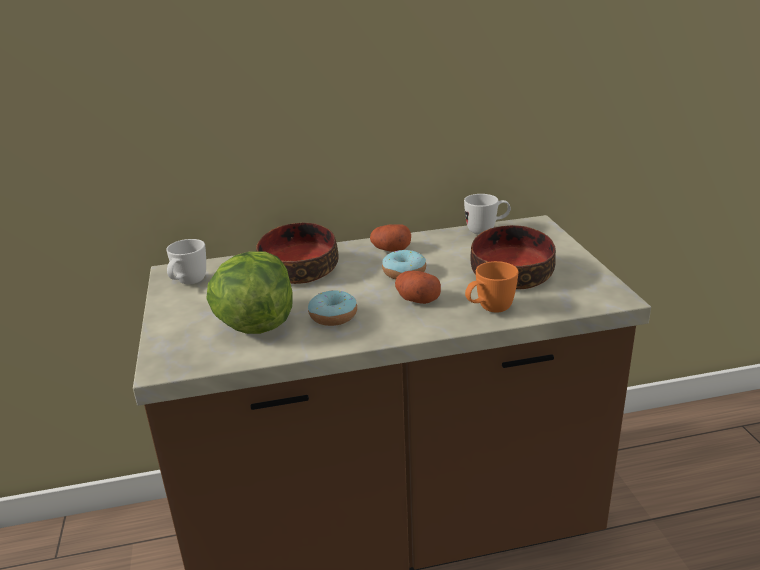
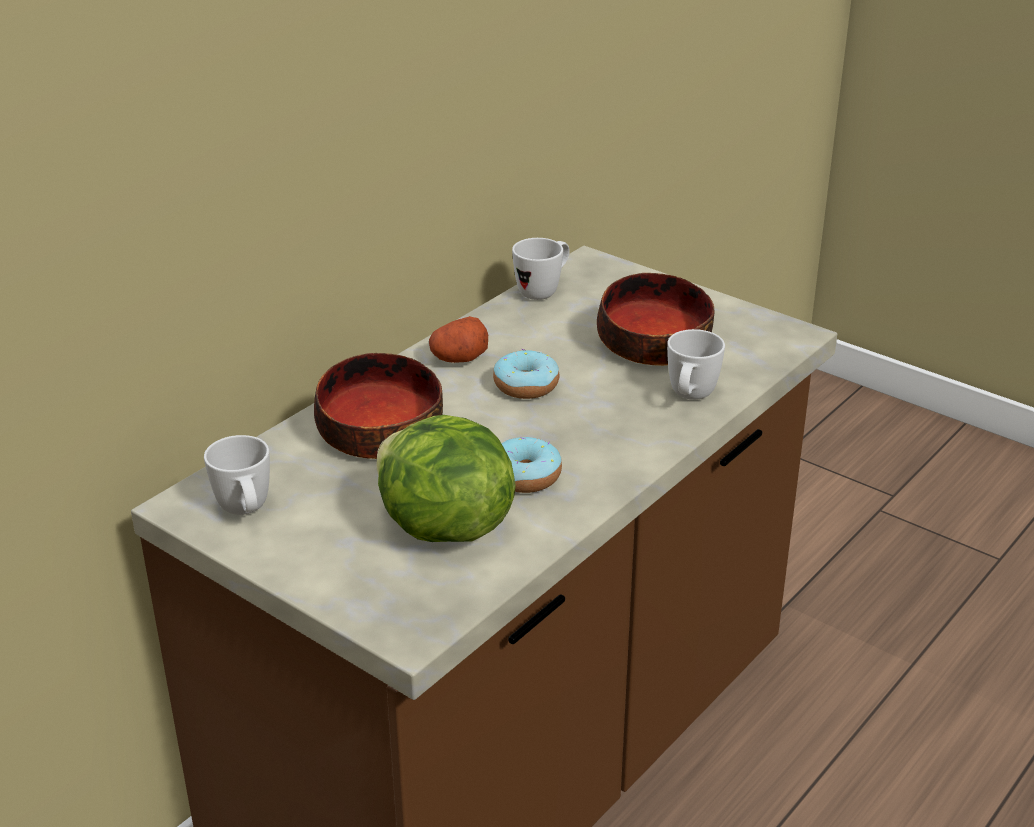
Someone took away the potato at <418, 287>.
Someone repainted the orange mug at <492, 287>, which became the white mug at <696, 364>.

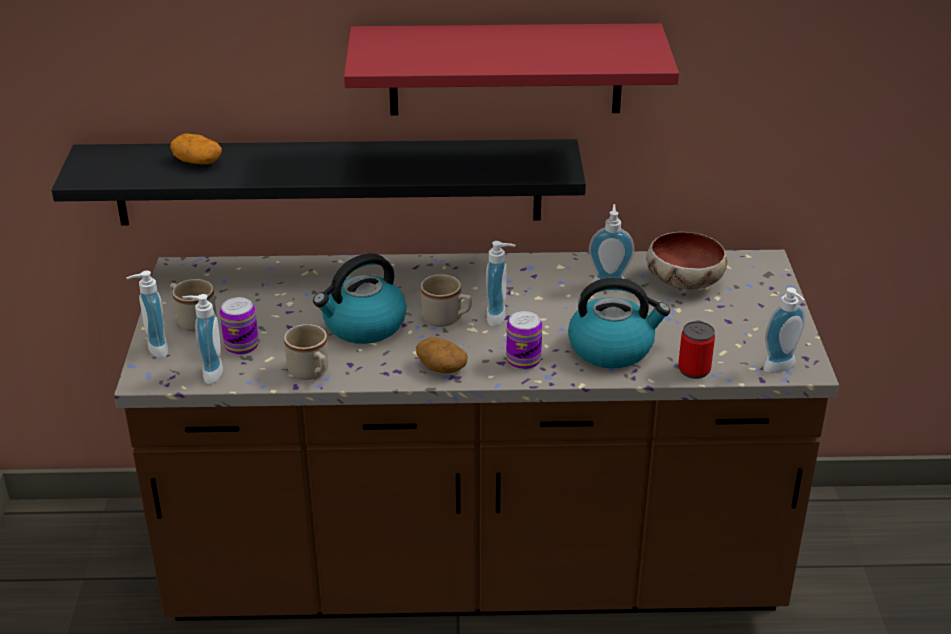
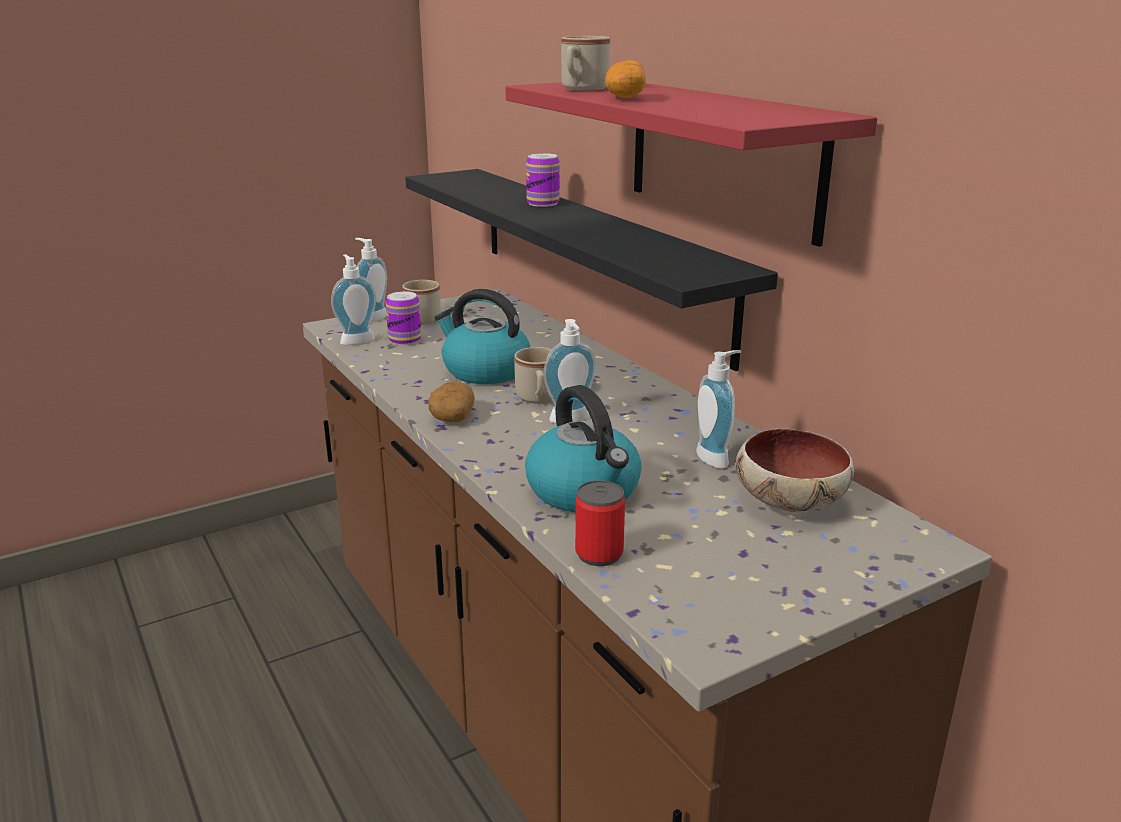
Someone took away the soap dispenser at <784, 330>.
Someone carried the potato from <196, 149> to <625, 79>.
Someone carried the beige mug from <306, 352> to <585, 63>.
Someone carried the can from <524, 340> to <543, 180>.

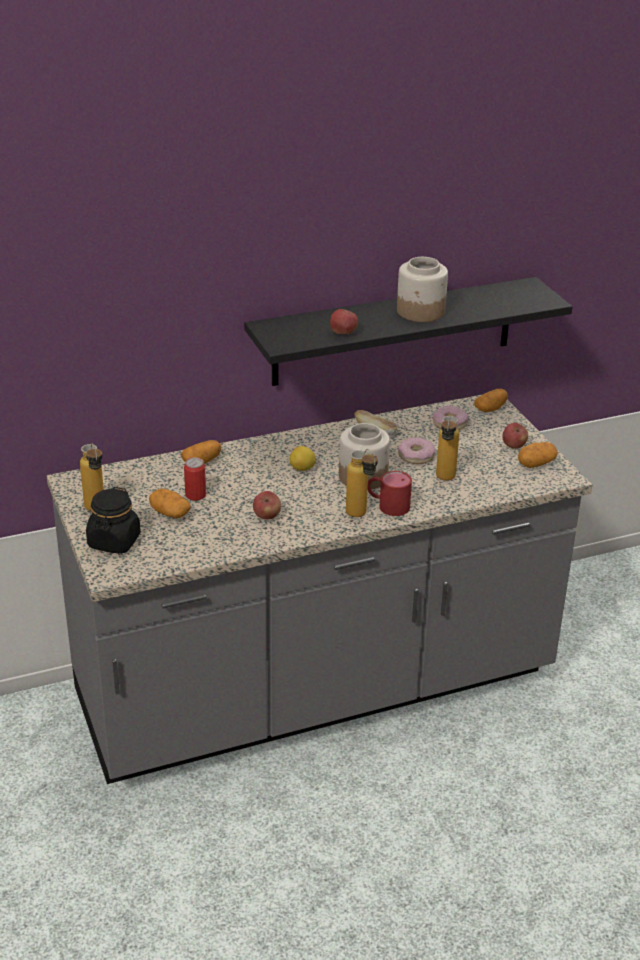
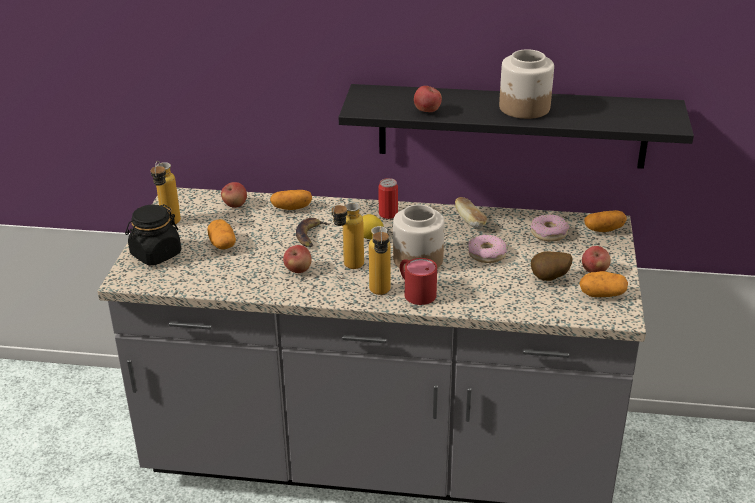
Someone put down the apple at <234, 195>.
Someone put down the banana at <313, 232>.
Someone put down the potato at <552, 266>.
Someone carried the can from <195, 479> to <388, 198>.
Someone carried the bottle from <447, 448> to <348, 234>.

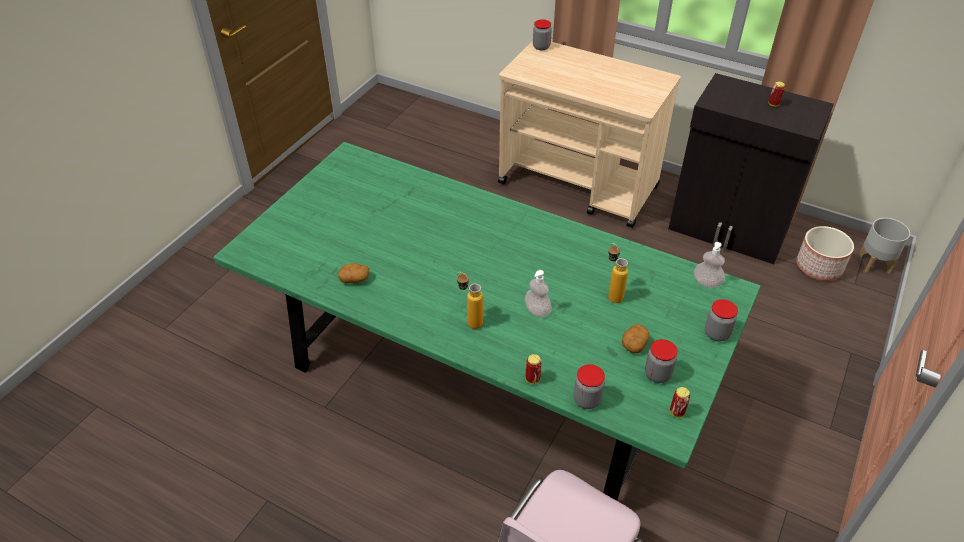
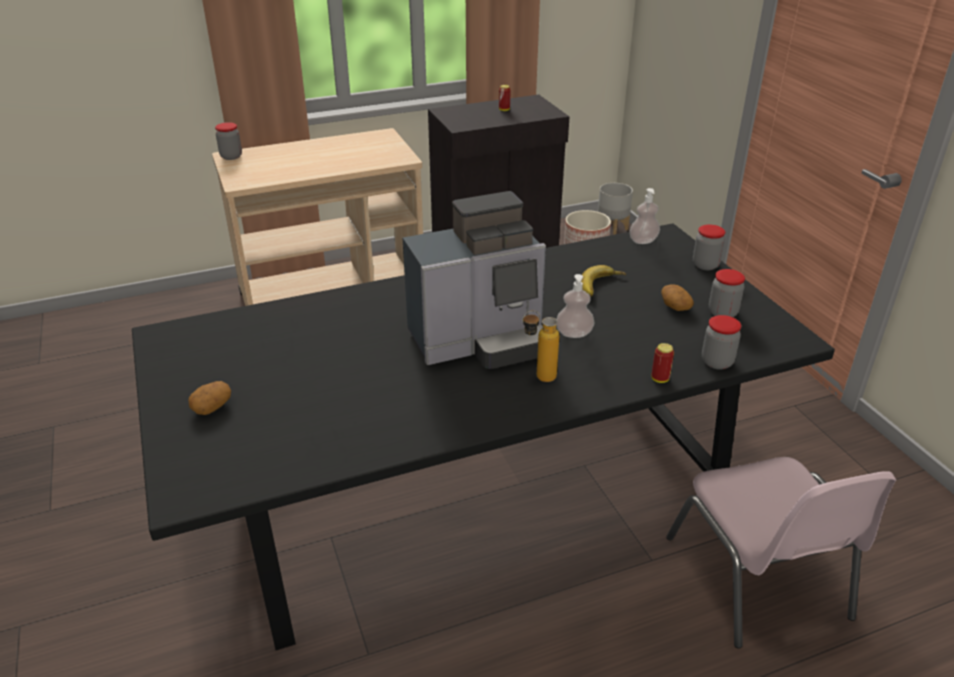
Someone took away the can at <680, 402>.
Someone put down the coffee machine at <474, 280>.
Someone carried the potato from <353, 273> to <209, 398>.
Someone swapped the bottle at <618, 273> for the banana at <603, 281>.
Someone repainted the green dining table at <487, 321>, which became the black dining table at <483, 436>.

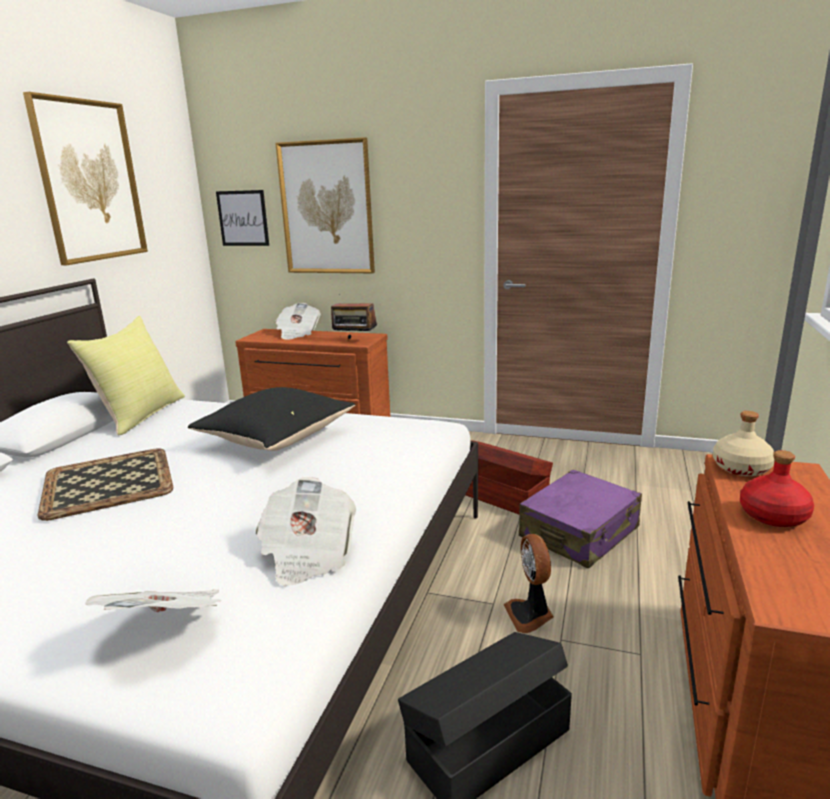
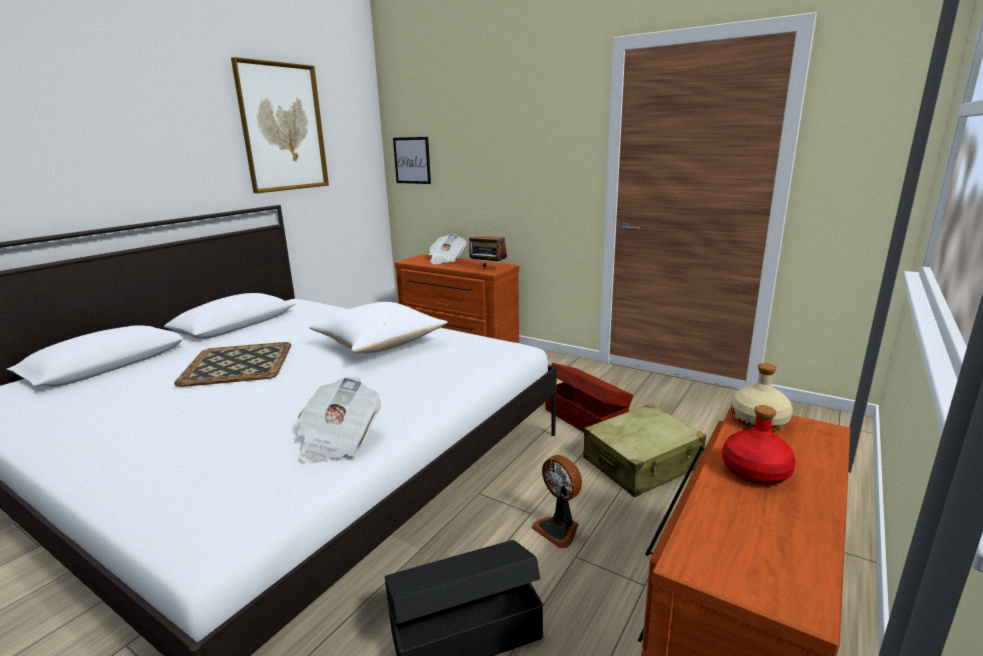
Someone took away the yellow pillow at <126, 375>.
Someone took away the newspaper at <153, 600>.
Someone took away the picture at <325, 205>.
Someone repainted the black pillow at <271, 419>, which became the white pillow at <378, 328>.
Someone repainted the purple suitcase at <580, 519>, which became the beige suitcase at <644, 450>.
Someone rotated the fan at <528, 583> by 45 degrees counterclockwise.

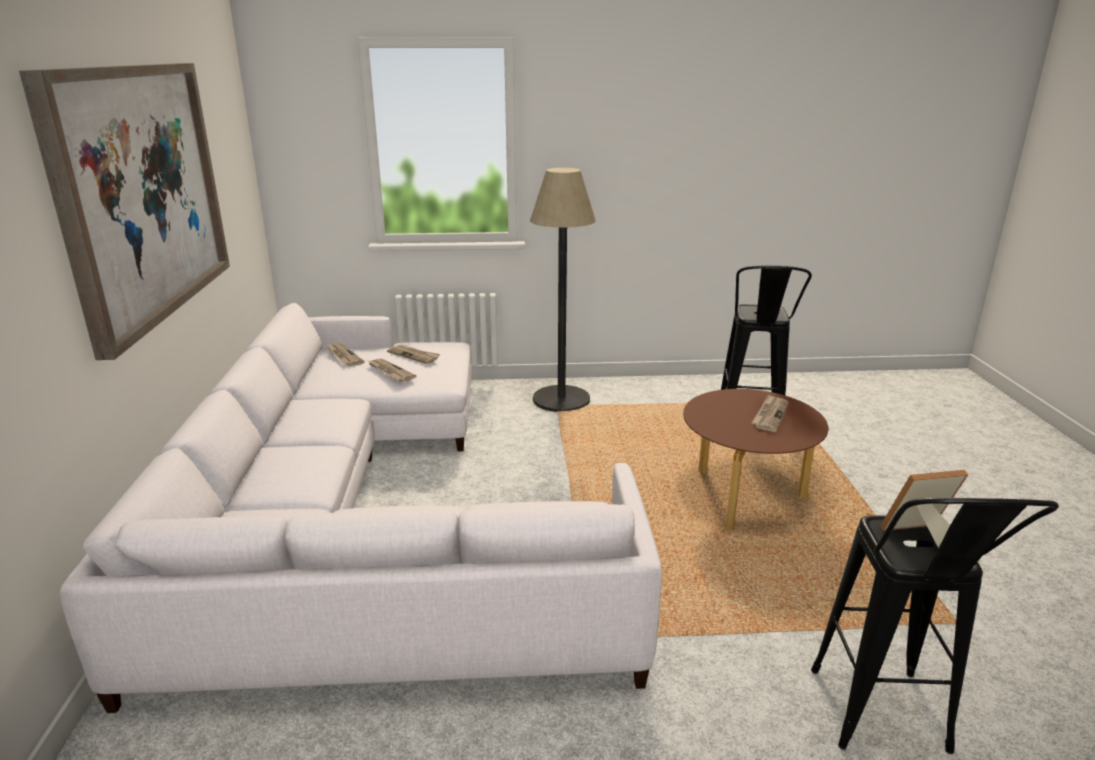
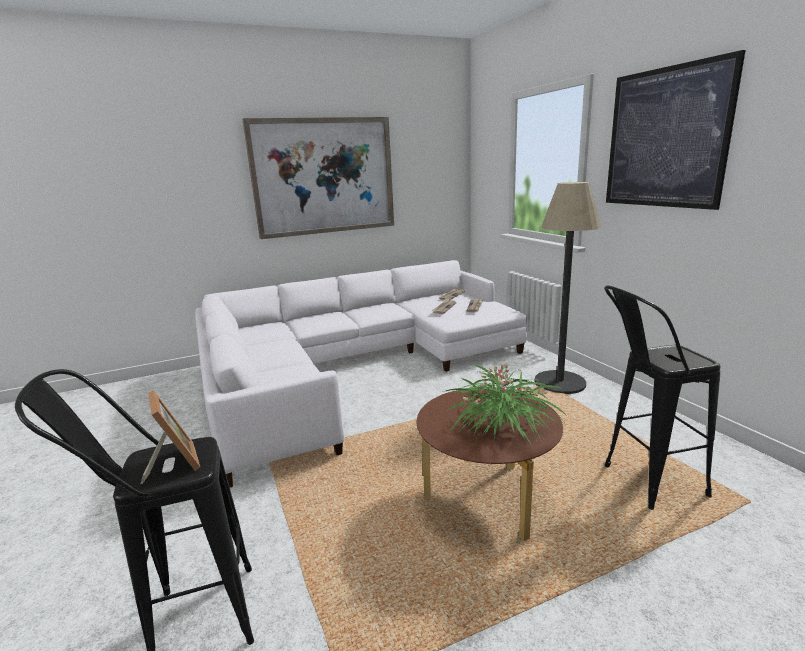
Someone put up the picture at <675, 130>.
Someone swapped the newspaper at <770, 413> for the potted plant at <504, 403>.

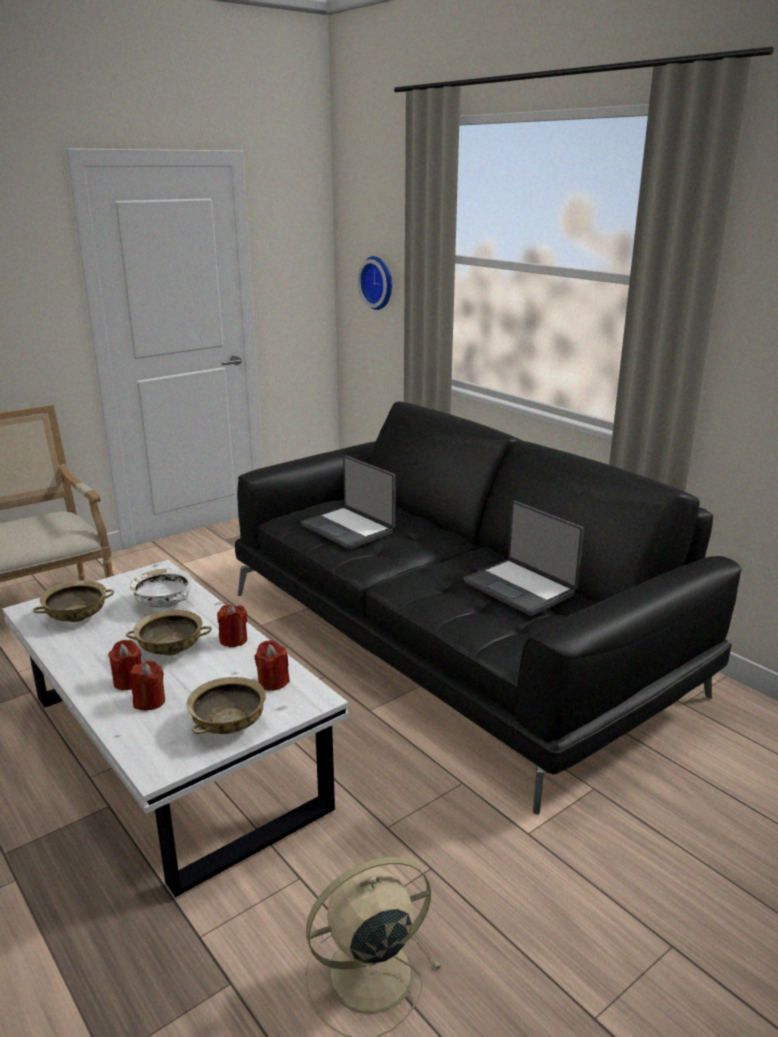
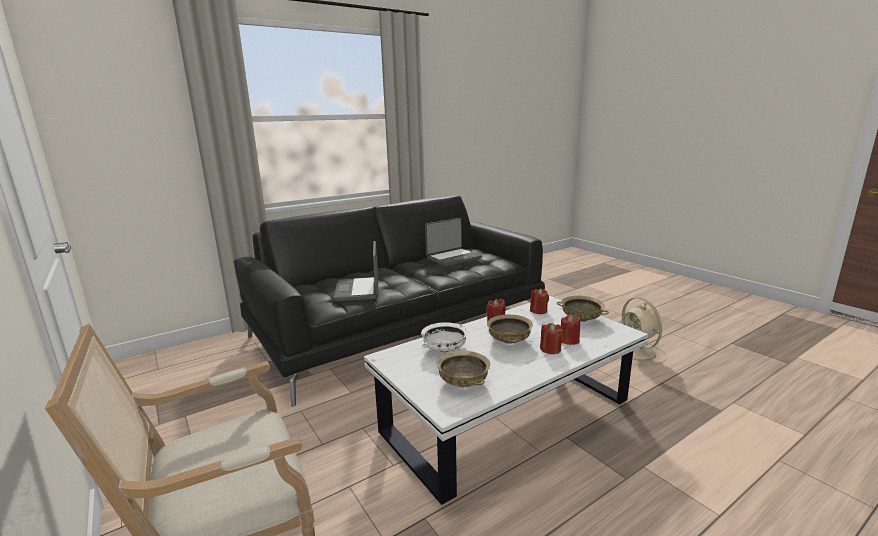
Someone took away the wall clock at <374, 283>.
Someone rotated the laptop at <348, 502> by 120 degrees clockwise.

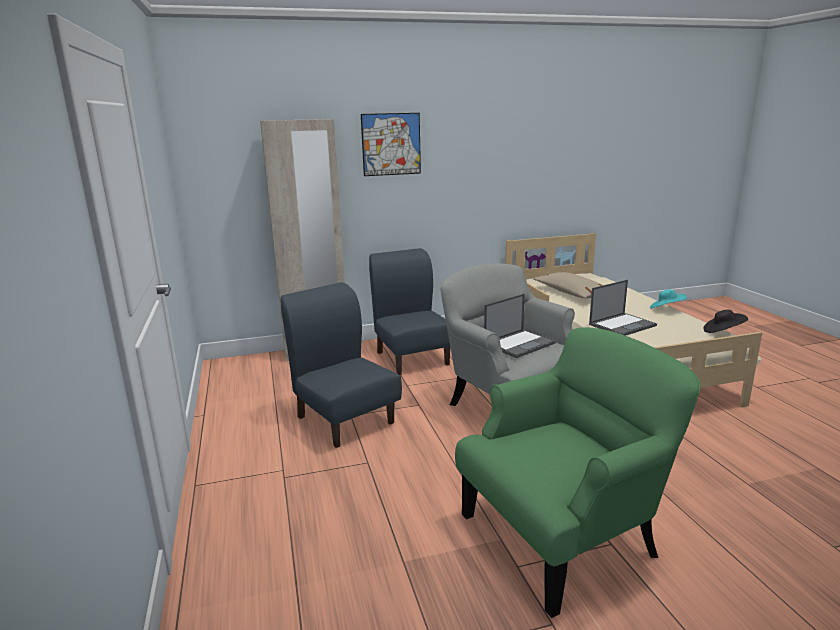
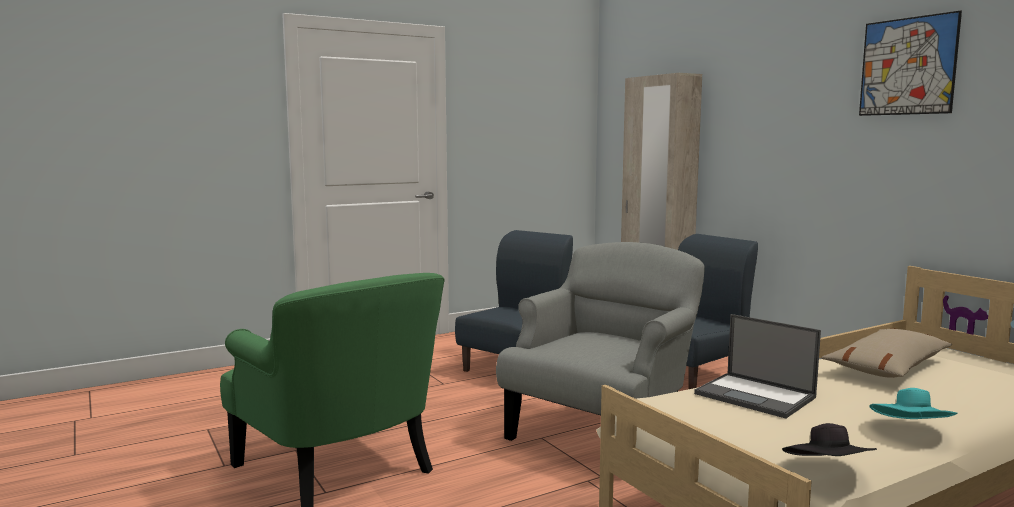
Someone took away the laptop at <520, 326>.
Someone carried the picture from <391, 144> to <910, 63>.

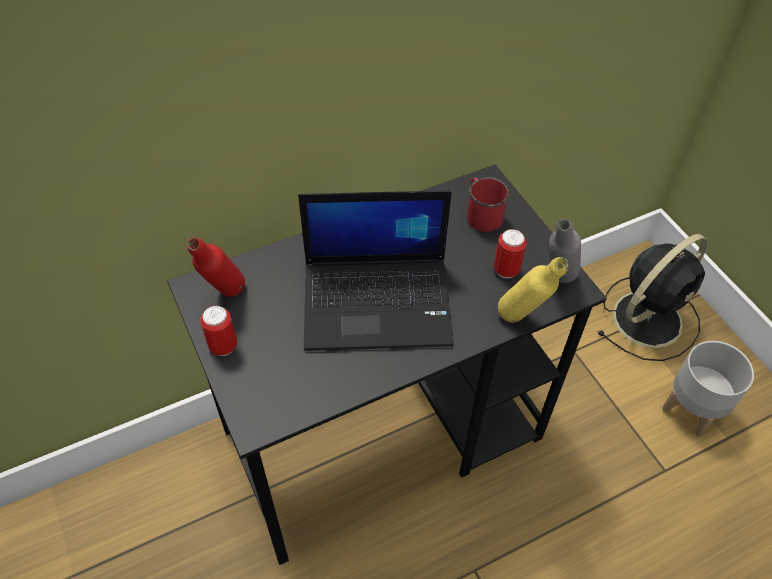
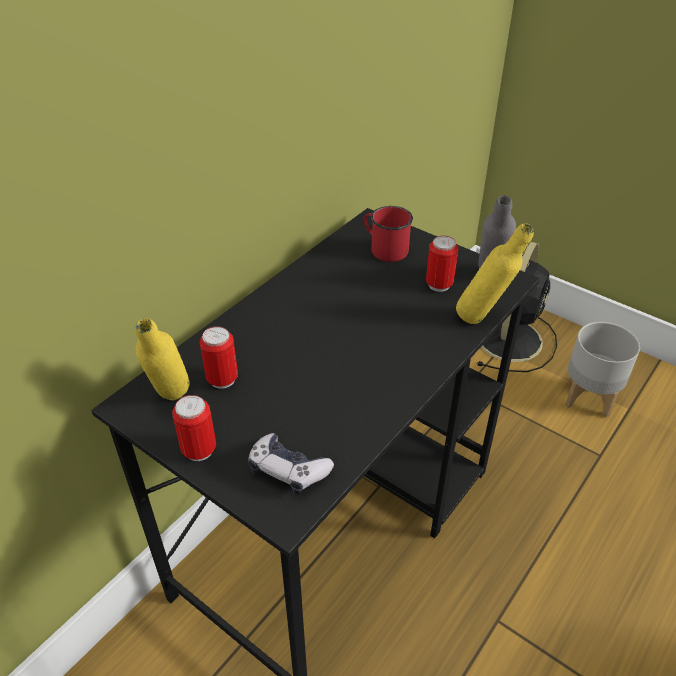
Someone took away the laptop at <376, 270>.
Someone put down the can at <219, 357>.
Someone put down the game controller at <291, 463>.
Someone repainted the red bottle at <216, 267>, which became the yellow bottle at <162, 359>.

